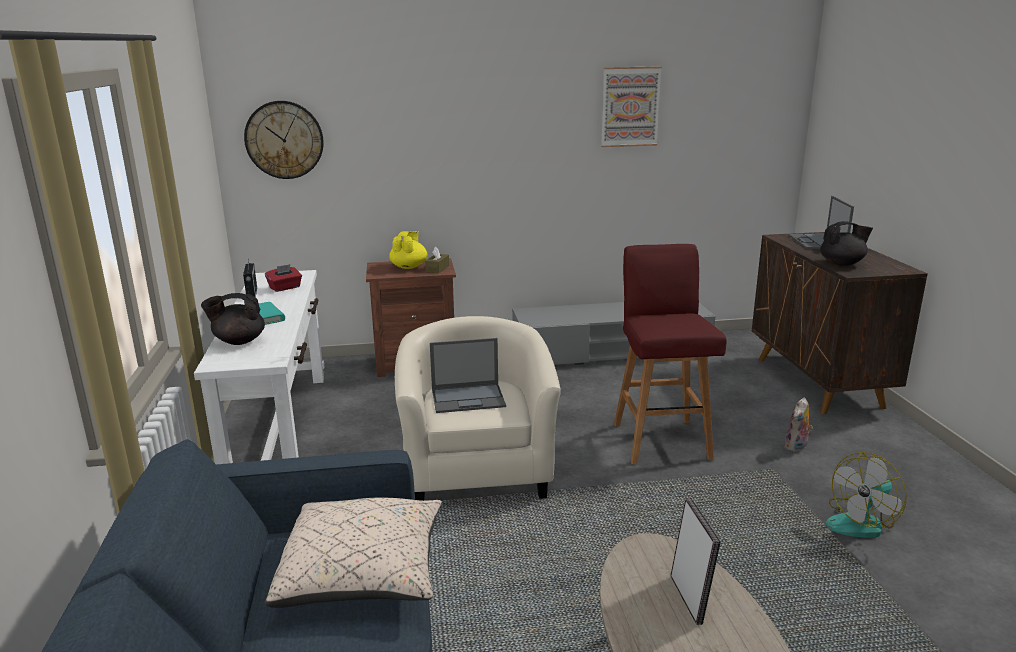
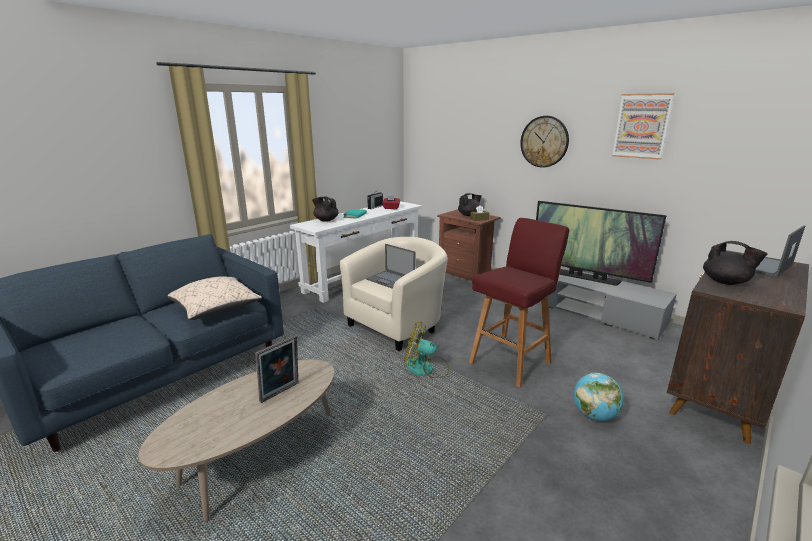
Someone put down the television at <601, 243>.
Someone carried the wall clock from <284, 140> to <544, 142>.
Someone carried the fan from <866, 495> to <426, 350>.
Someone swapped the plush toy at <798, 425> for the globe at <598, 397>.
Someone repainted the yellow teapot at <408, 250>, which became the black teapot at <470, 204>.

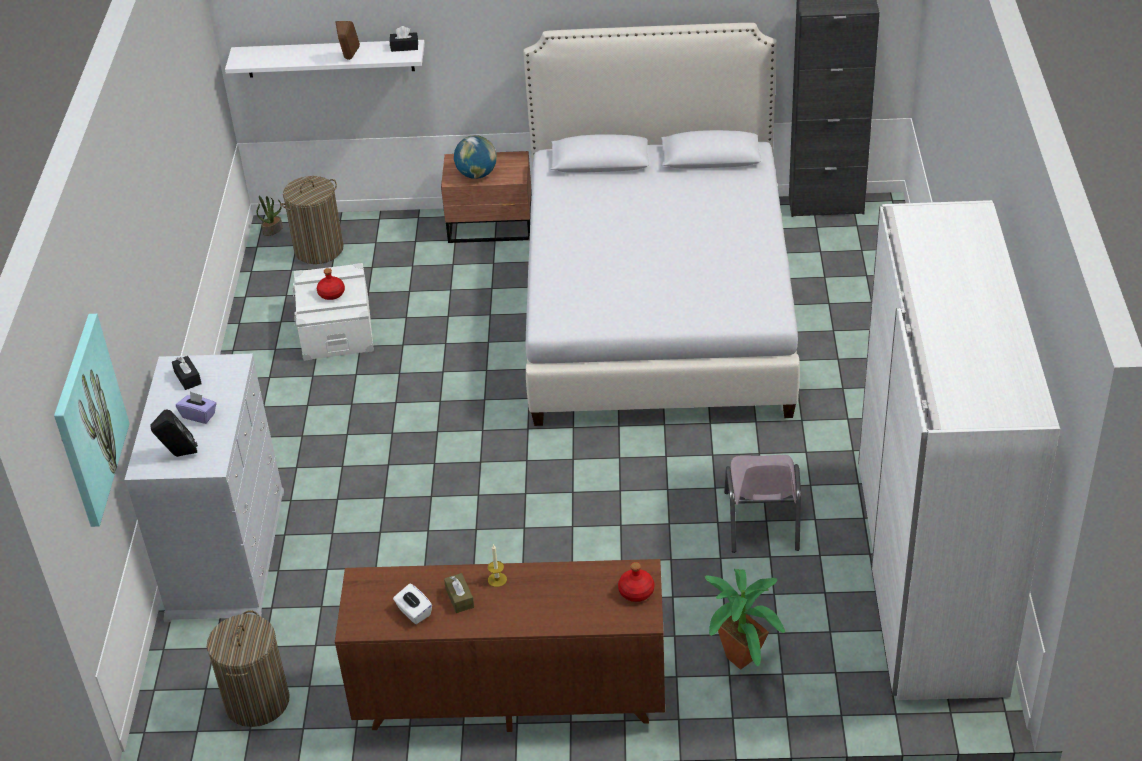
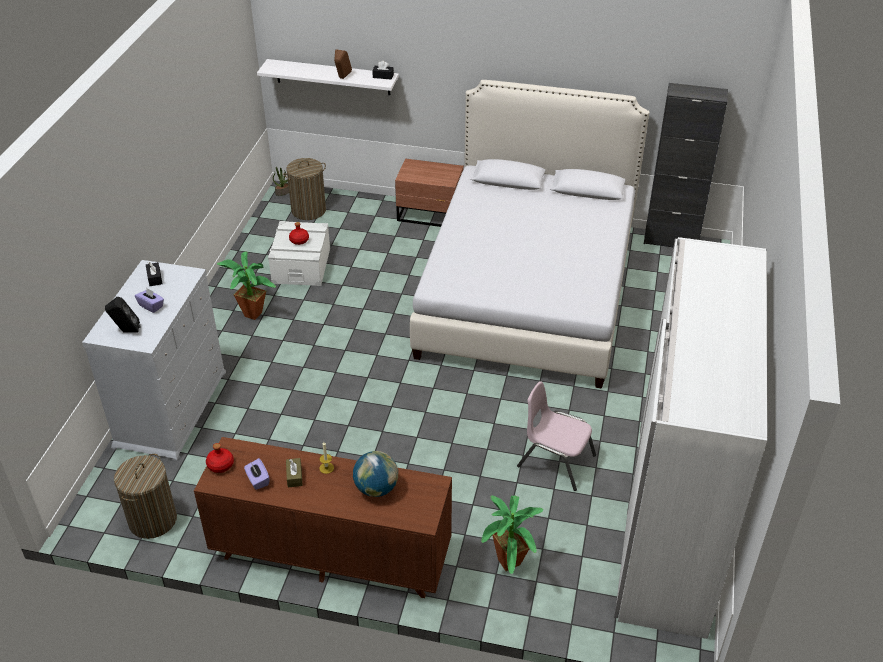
Someone took away the picture at <92, 420>.
Someone put down the potted plant at <246, 285>.
Someone carried the globe from <475, 157> to <375, 474>.
Someone carried the red bottle from <636, 582> to <220, 458>.
Someone repainted the white tissue box at <412, 604>, which became the purple tissue box at <257, 474>.
Someone rotated the pink chair at <762, 504> by 105 degrees clockwise.

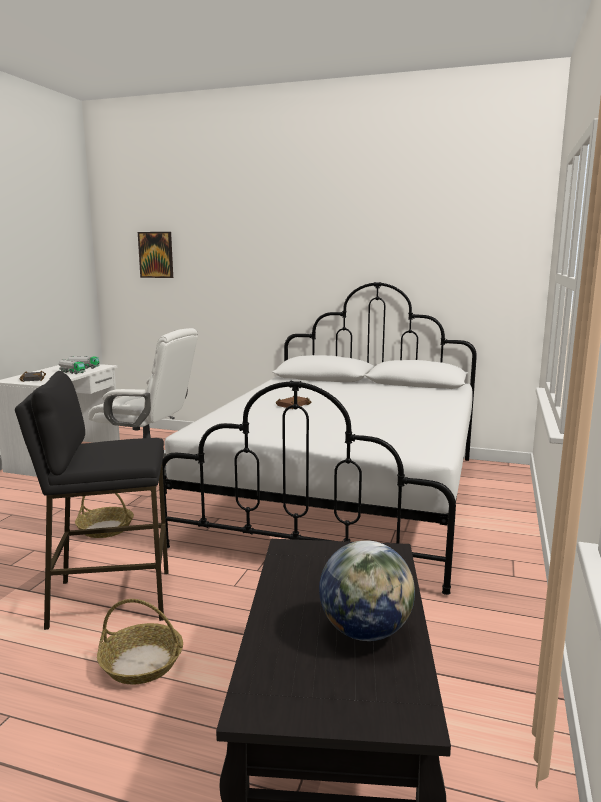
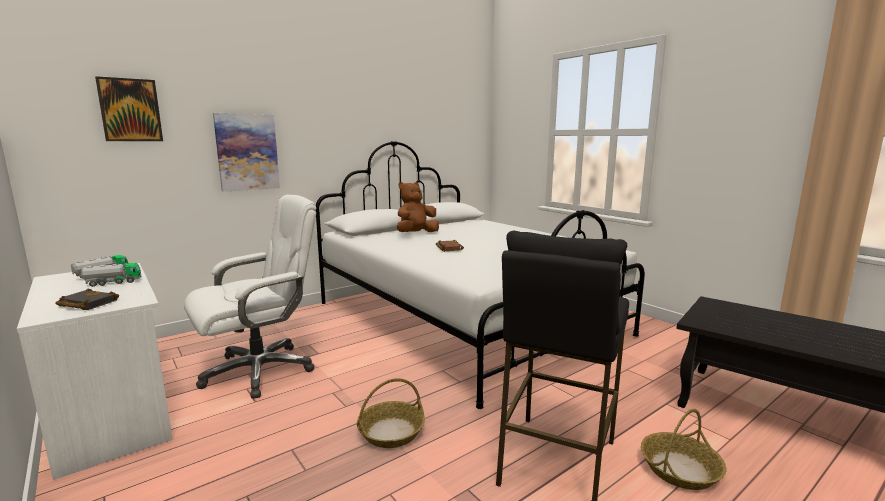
Someone took away the globe at <367, 590>.
Someone put up the picture at <246, 152>.
Someone put down the brown plush toy at <418, 207>.

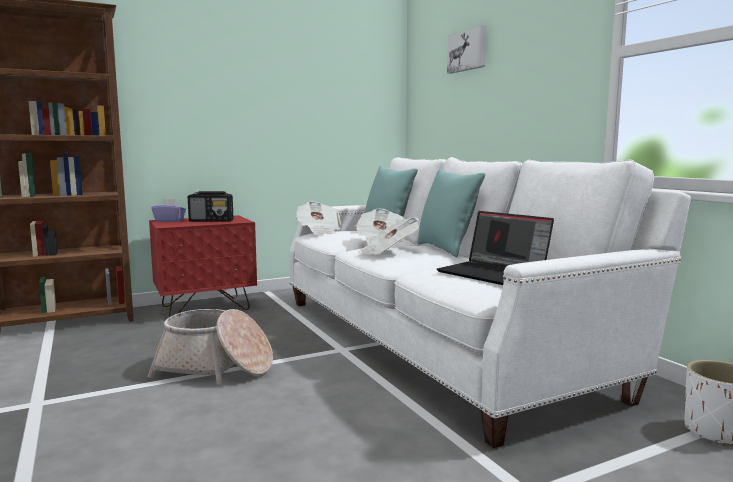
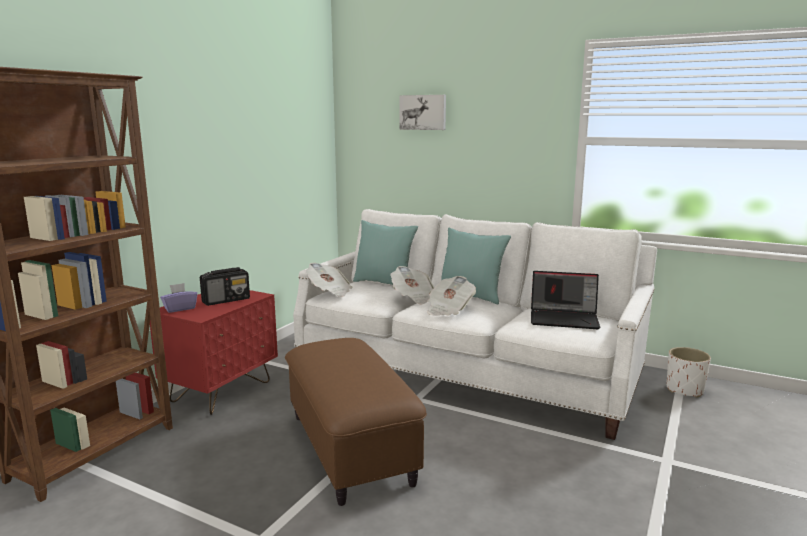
Someone swapped the basket at <210, 346> for the brown ottoman at <356, 422>.

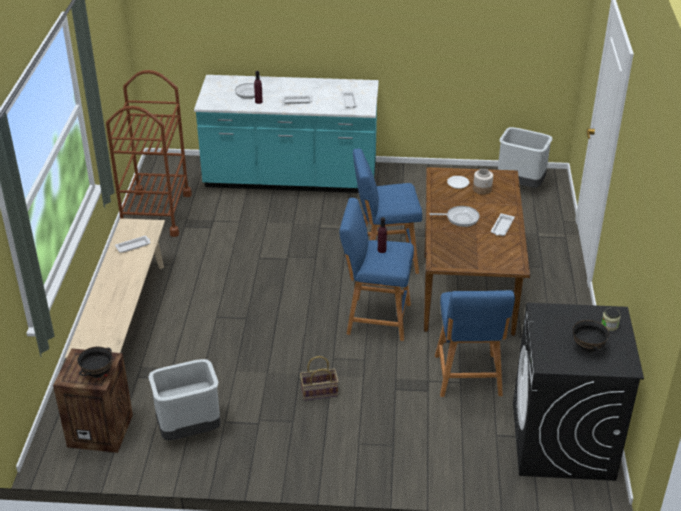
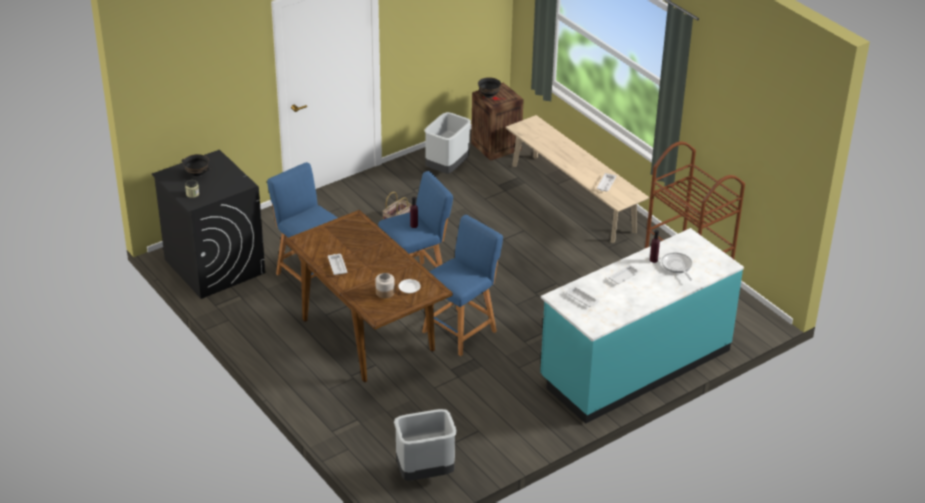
Someone took away the frying pan at <455, 216>.

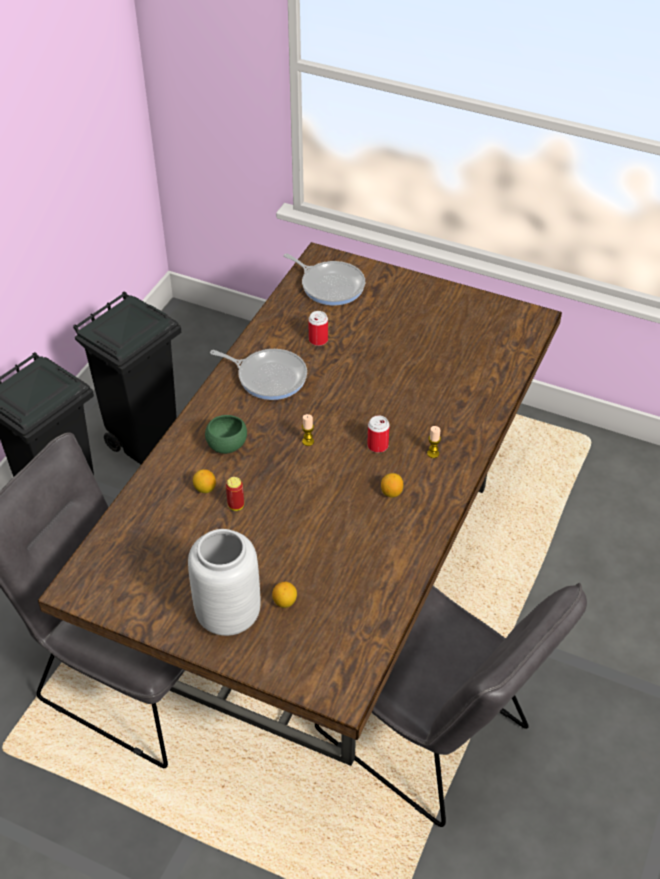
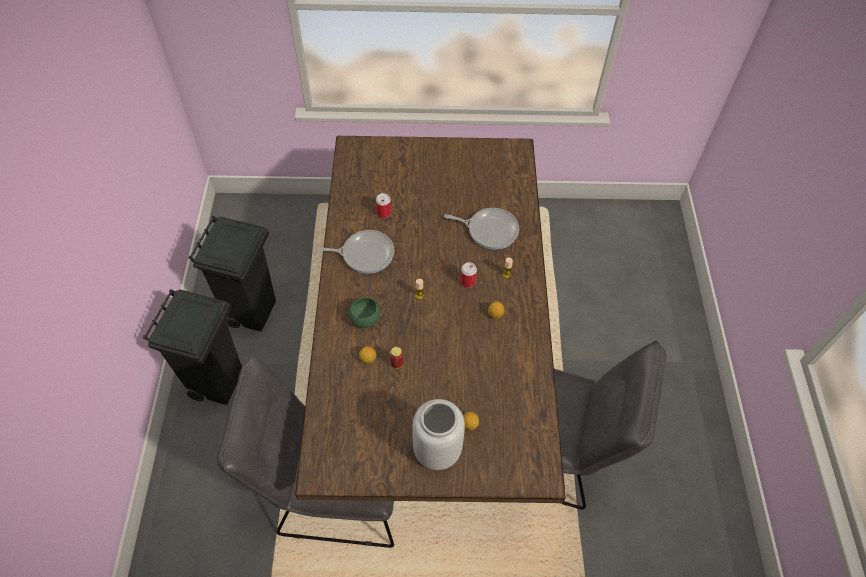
Someone carried the frying pan from <324, 279> to <481, 229>.

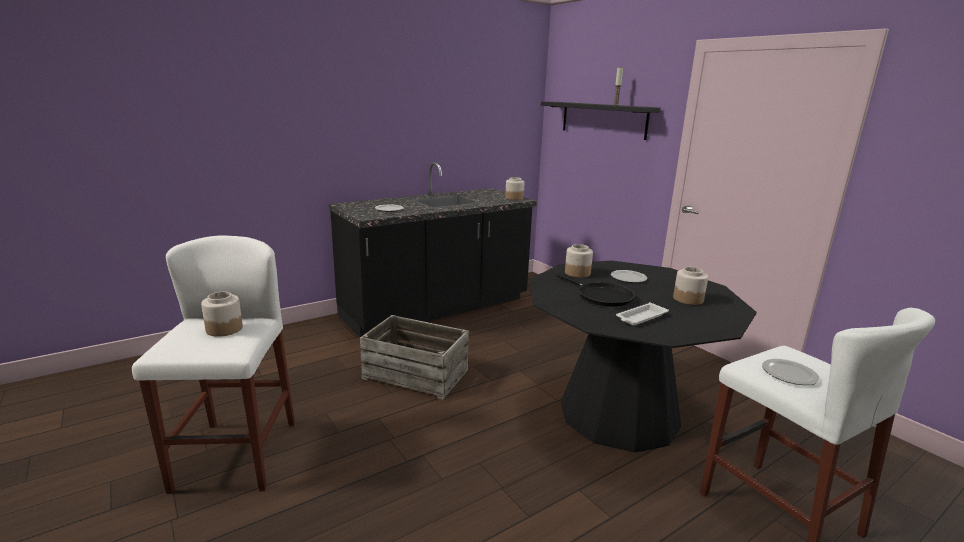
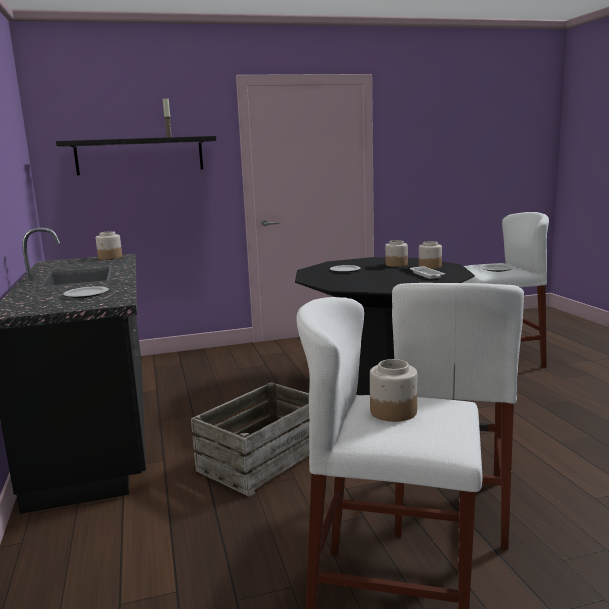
Someone took away the black frying pan at <595, 290>.
Someone put down the white stool at <458, 416>.
Someone carried the jar from <579, 261> to <430, 255>.

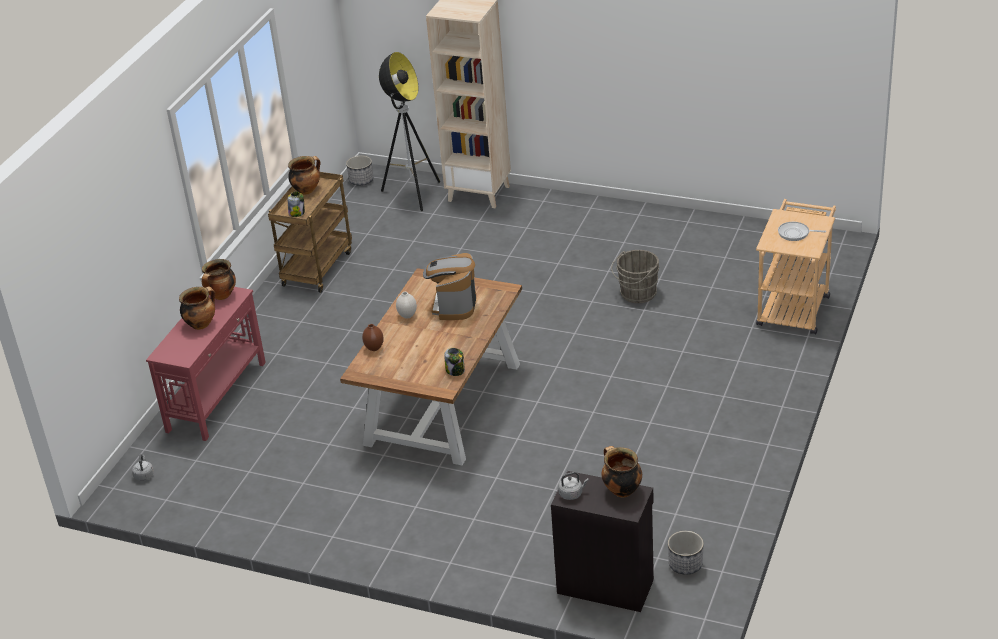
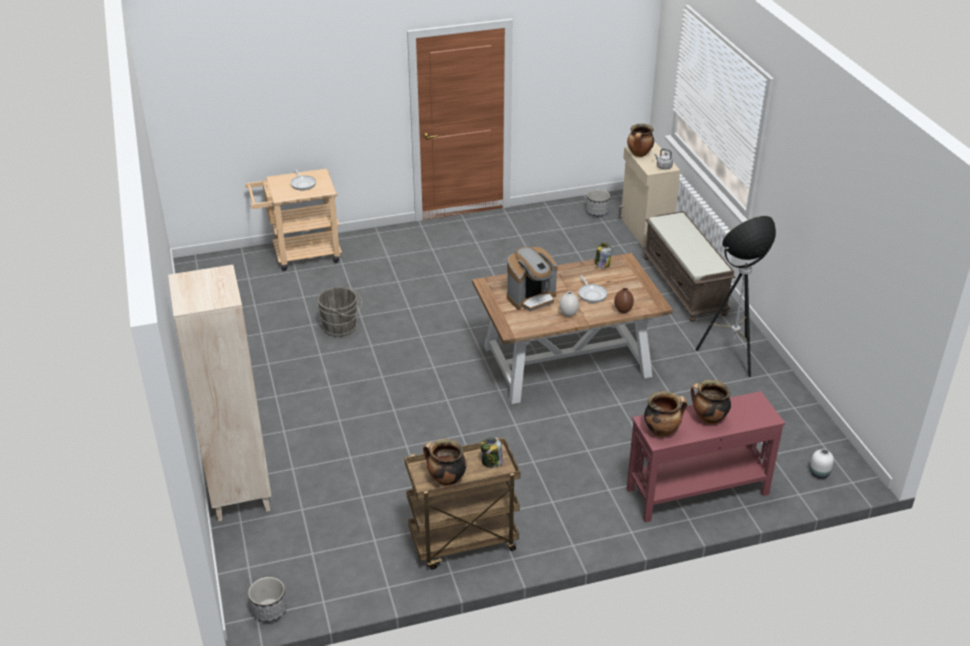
Someone put down the frying pan at <593, 289>.
Someone put down the brown bench at <689, 266>.
Someone carried the floor lamp from <409, 131> to <735, 296>.
Someone swapped the grey kettle at <143, 467> for the white vase at <822, 464>.
Someone repainted the black cabinet at <602, 541>, which became the beige cabinet at <649, 195>.

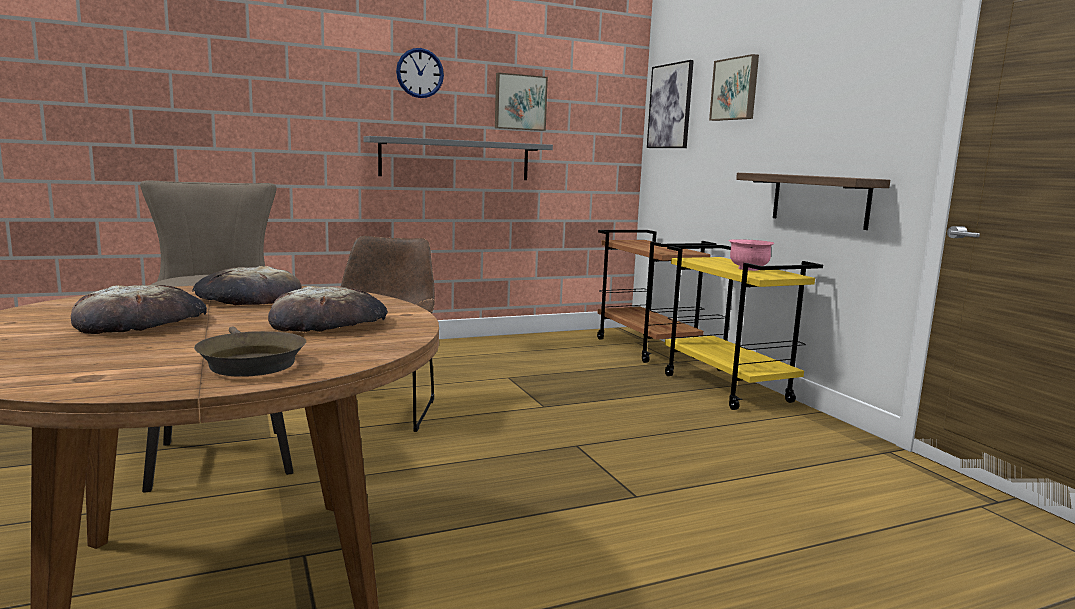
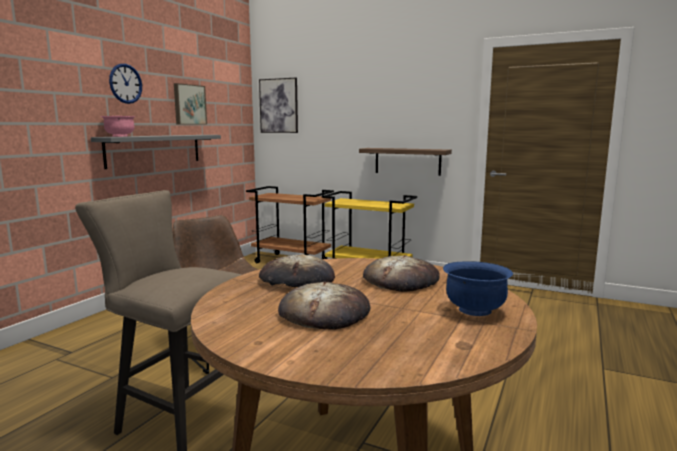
Someone took away the picture at <734, 87>.
Someone carried the pink bowl from <751, 255> to <118, 126>.
Someone swapped the brown frying pan at <250, 352> for the blue bowl at <478, 288>.

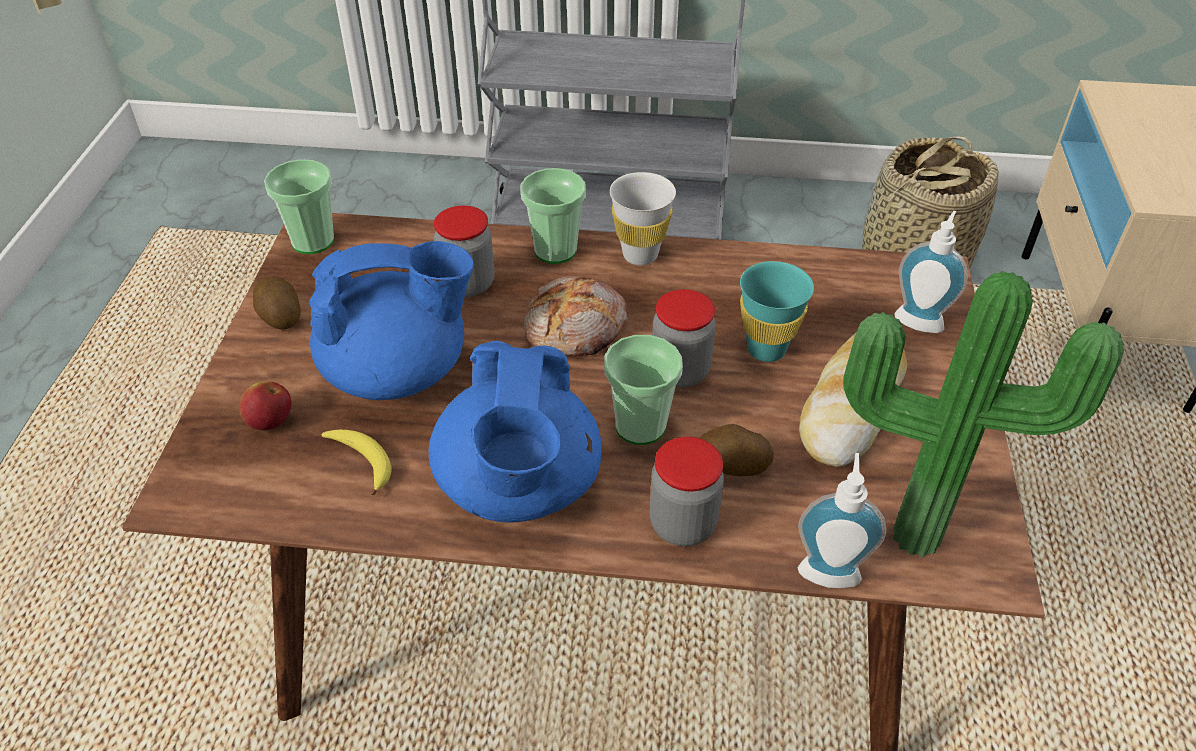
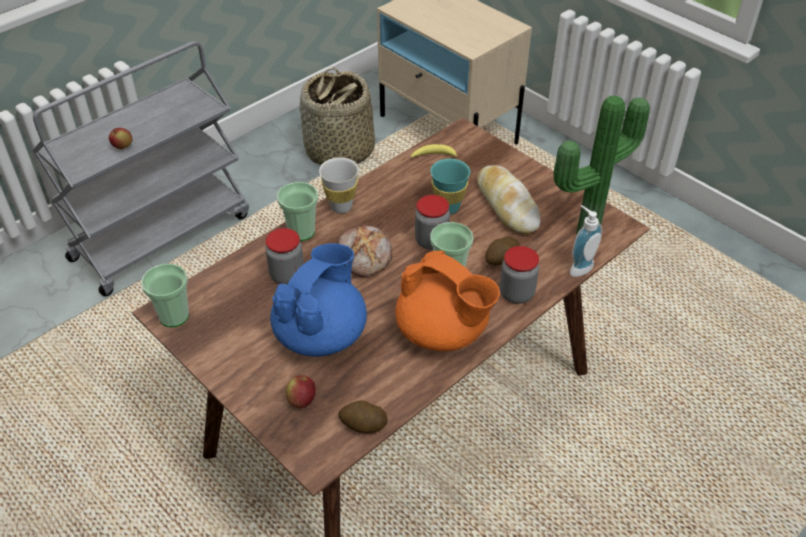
Someone took away the soap dispenser at <931, 272>.
Someone put down the apple at <120, 138>.
Someone carried the potato from <277, 302> to <363, 416>.
Someone carried the banana from <357, 463> to <435, 151>.
Someone repainted the blue teapot at <515, 432>, which became the orange teapot at <447, 301>.

